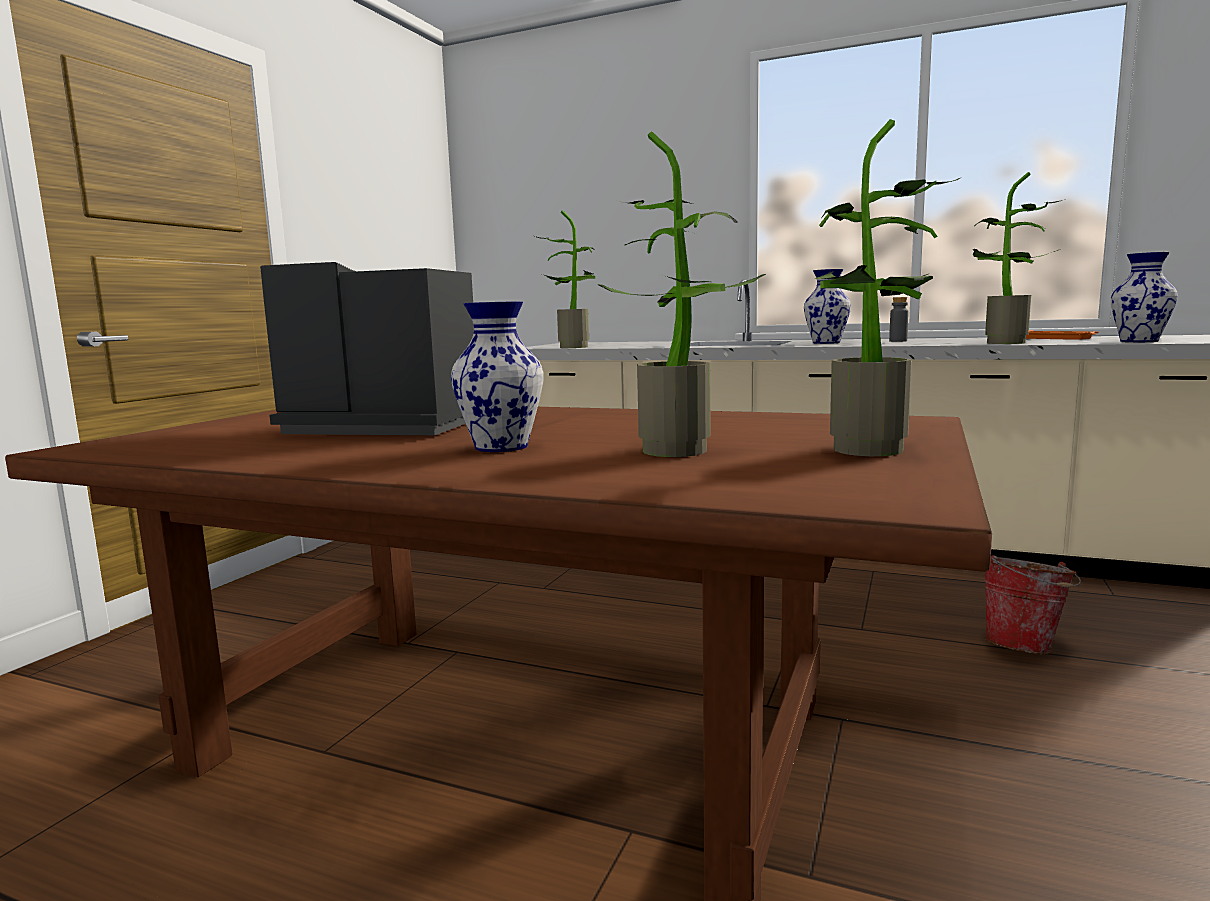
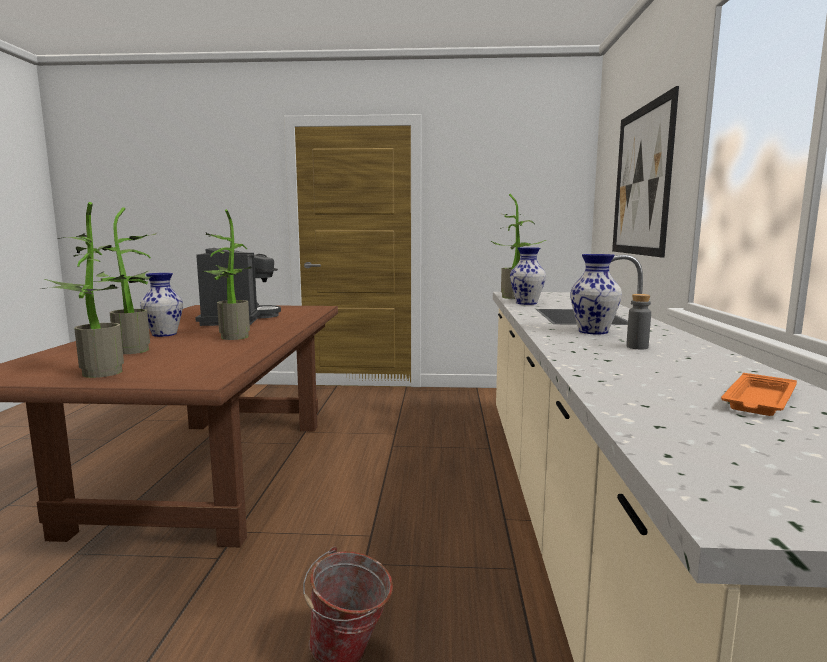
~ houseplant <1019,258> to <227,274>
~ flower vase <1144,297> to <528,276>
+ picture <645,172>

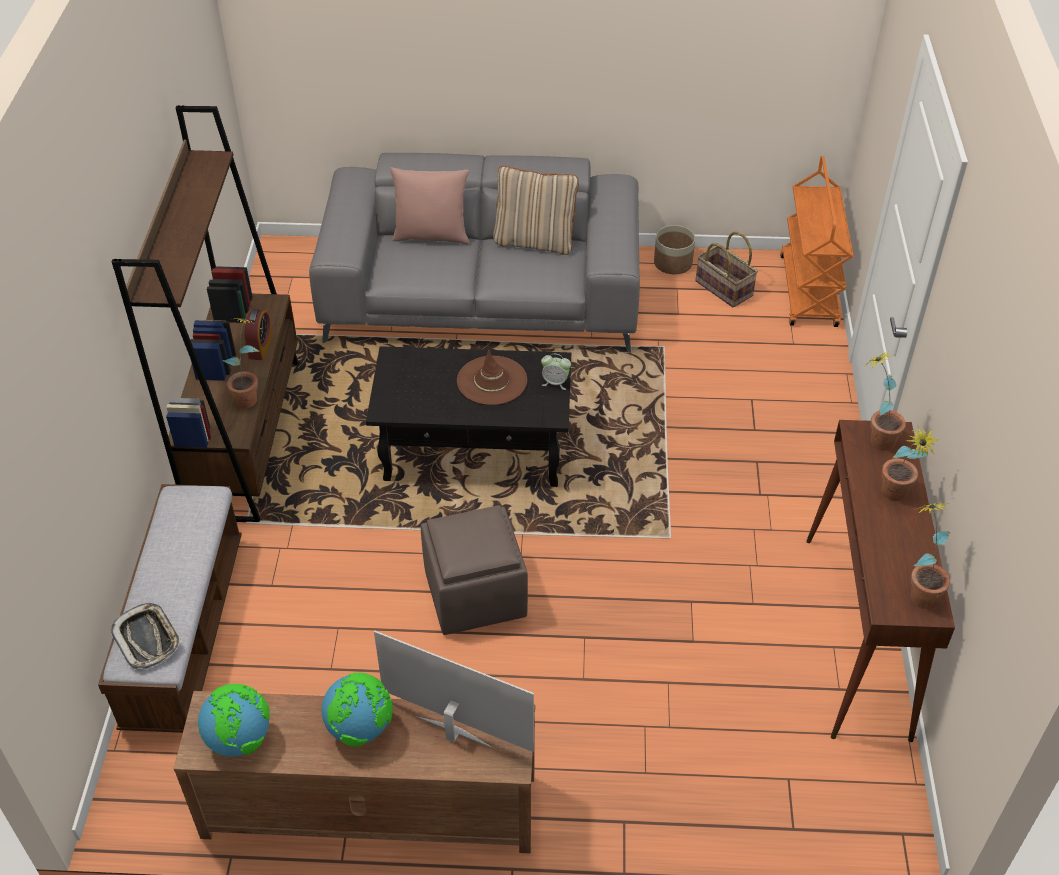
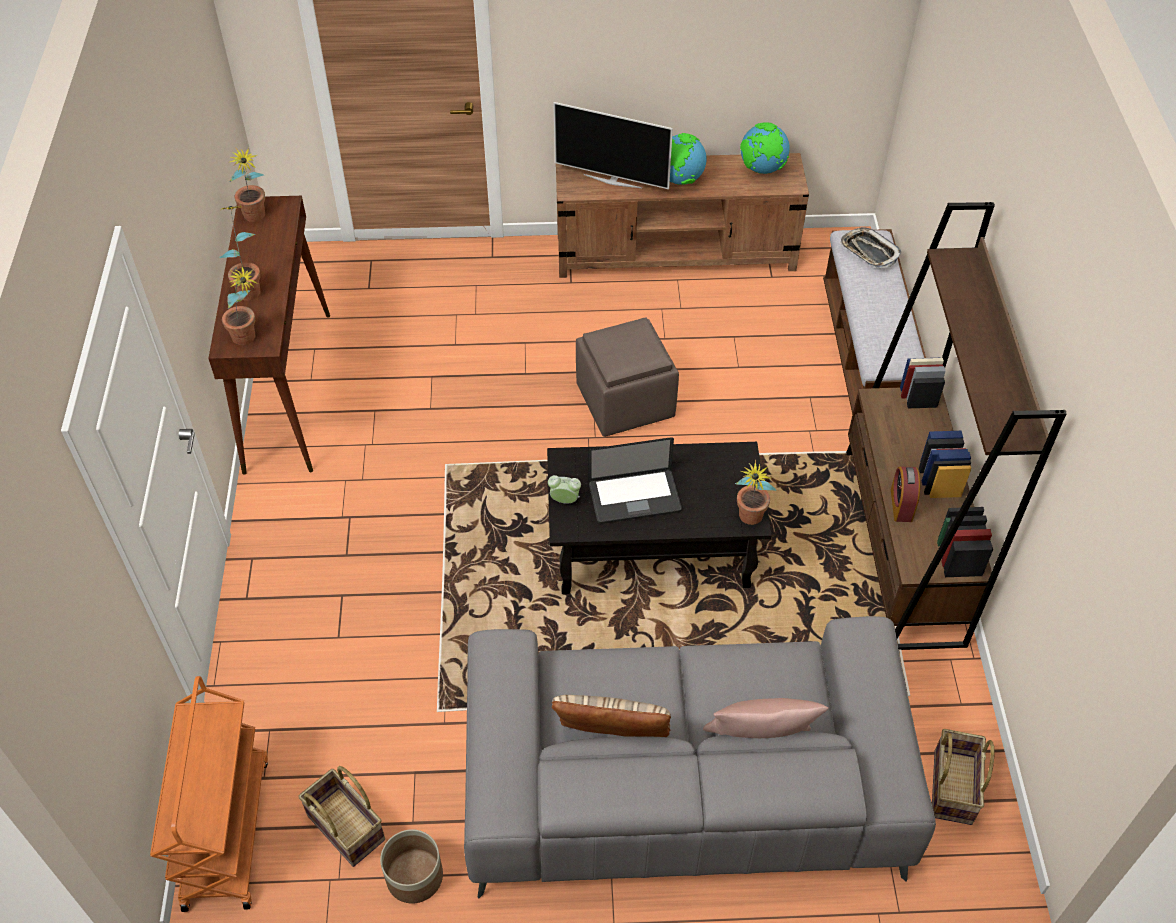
~ hat (brown) <492,377> to notebook computer <635,480>
~ houseplant <241,363> to <755,492>
+ basket <963,777>

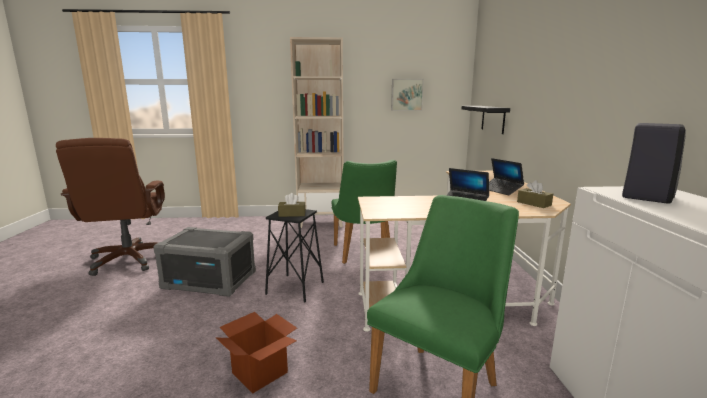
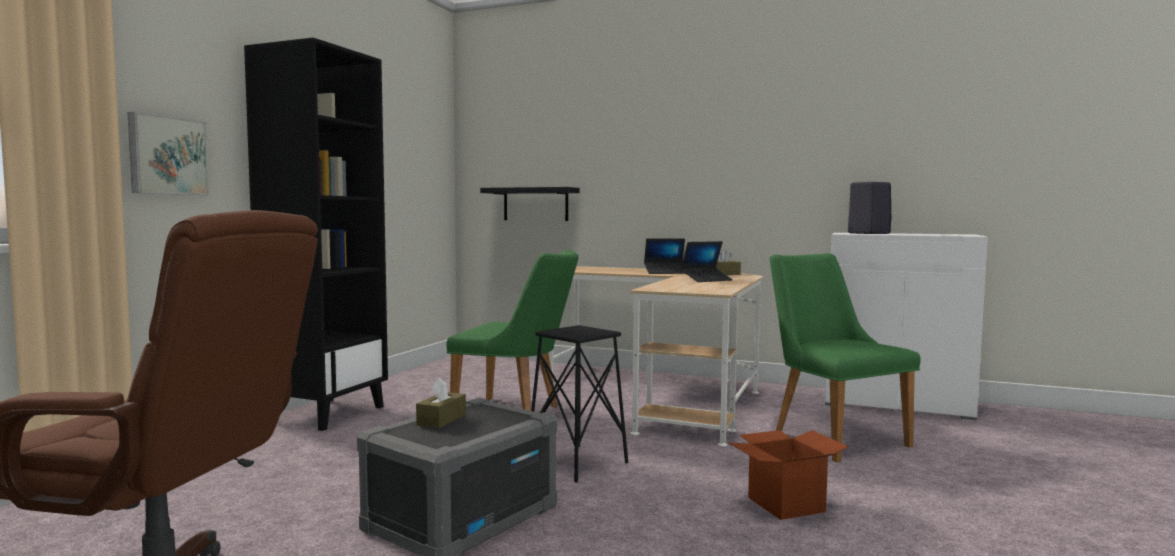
~ picture <407,95> to <168,153>
~ shelving unit (beige) <317,132> to shelving unit (black) <316,234>
~ tissue box (brown) <292,205> to <441,403>

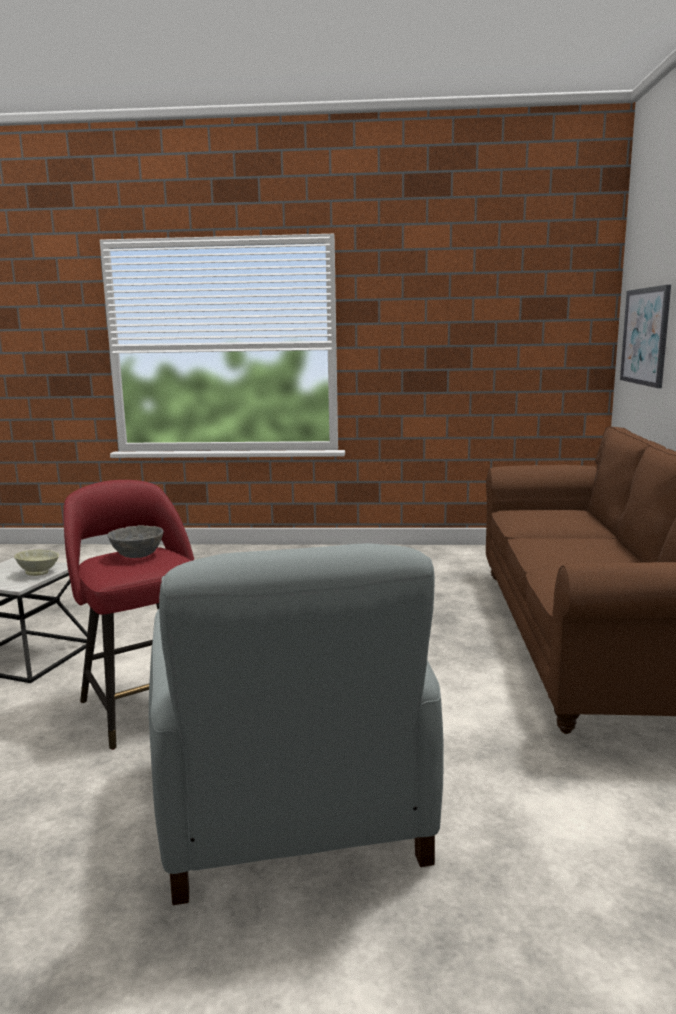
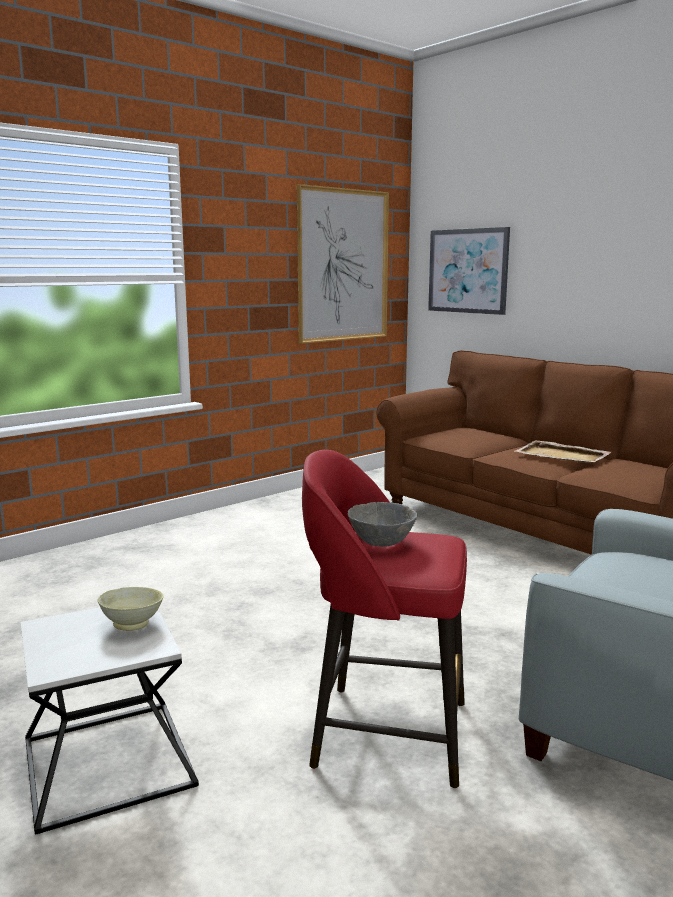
+ picture <343,264>
+ tray (beige) <563,451>

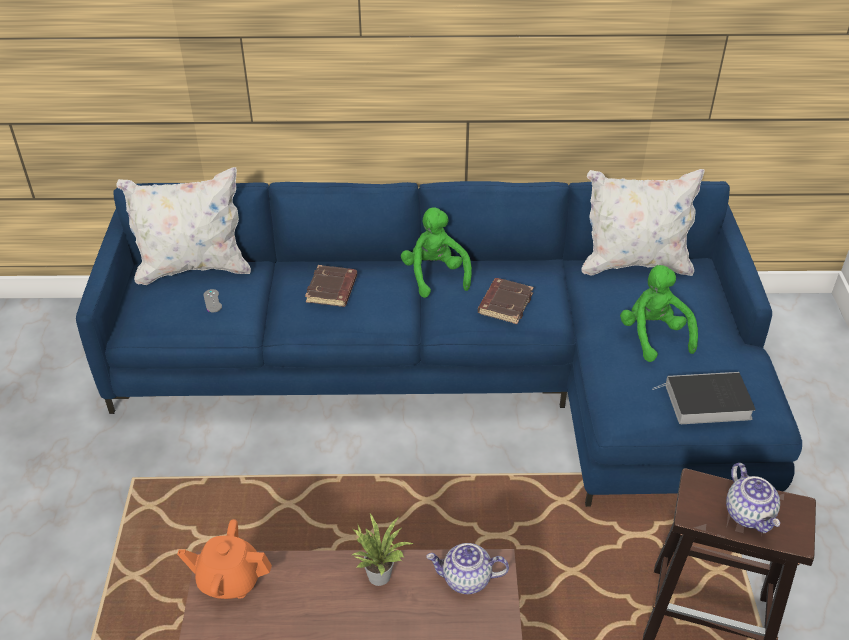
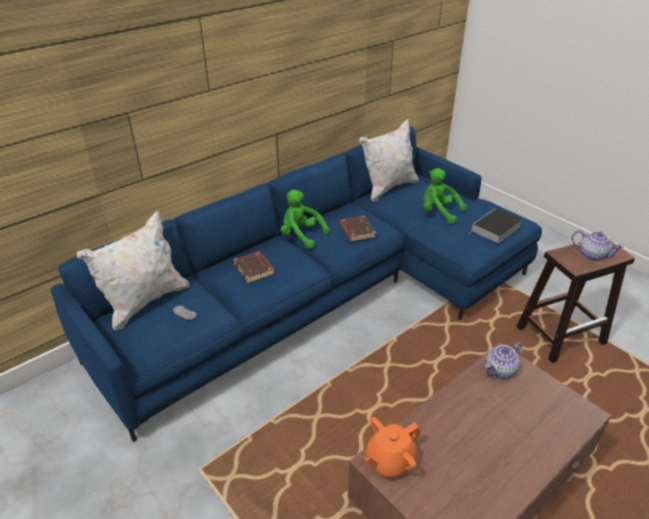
- houseplant <383,550>

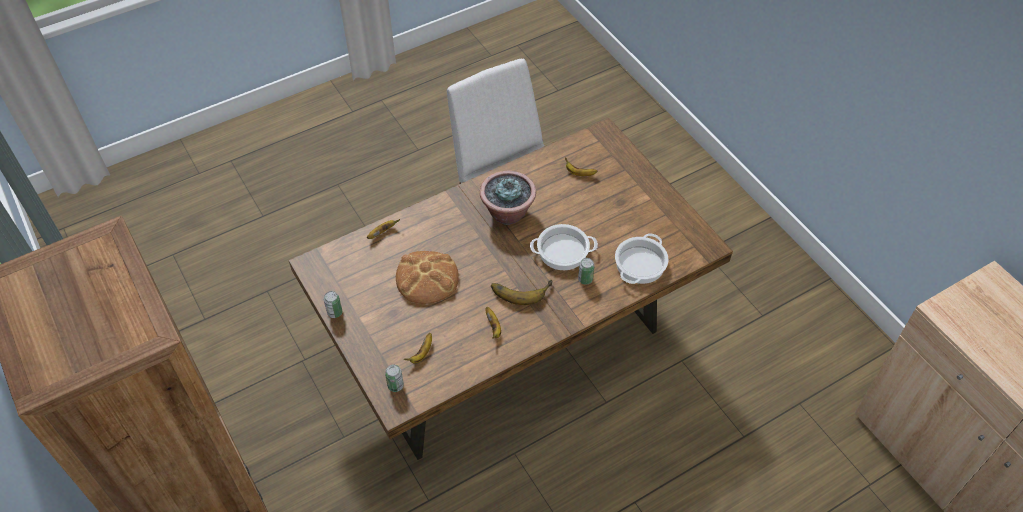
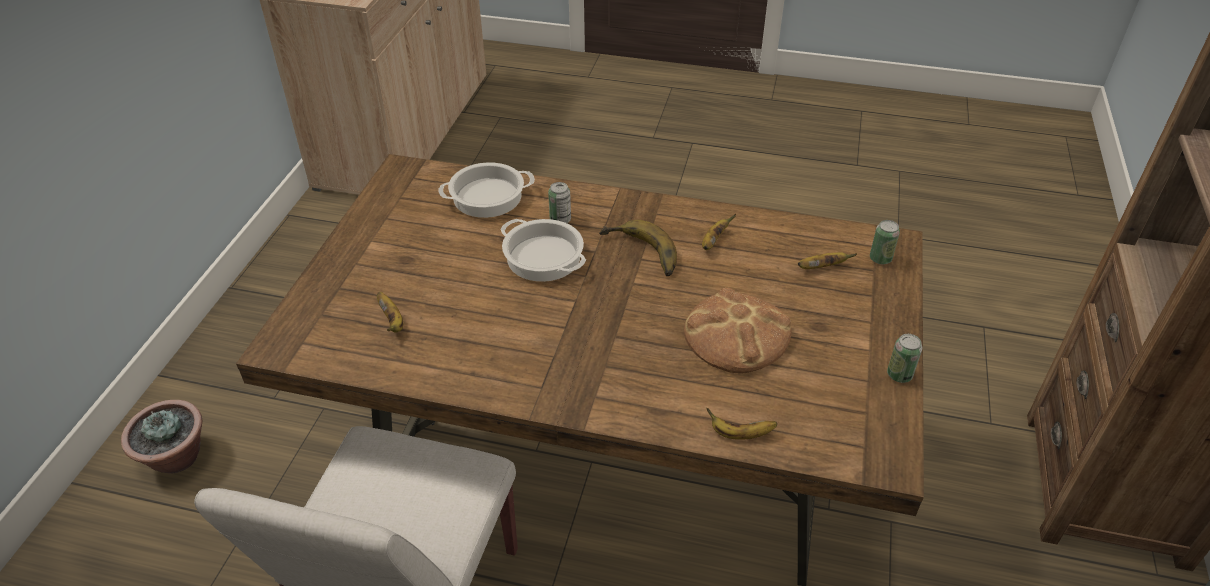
~ houseplant <508,198> to <161,436>

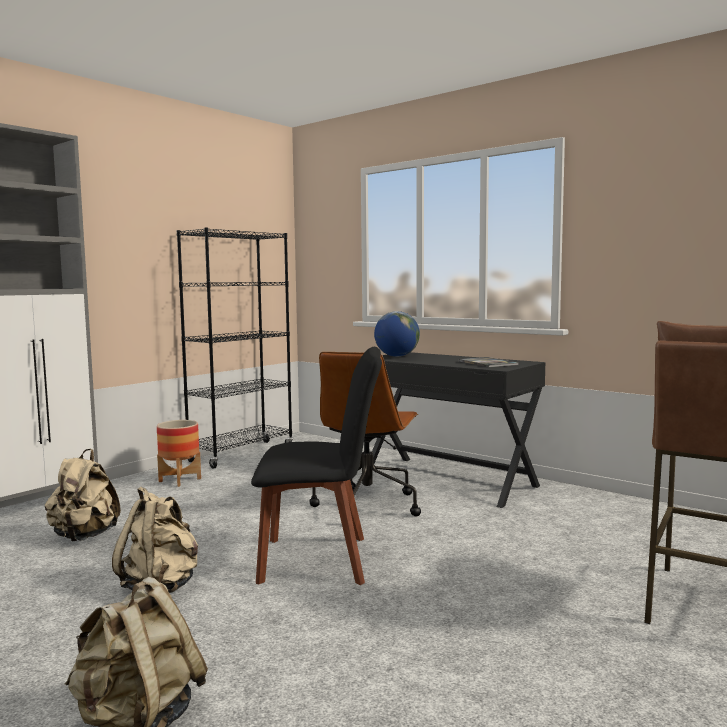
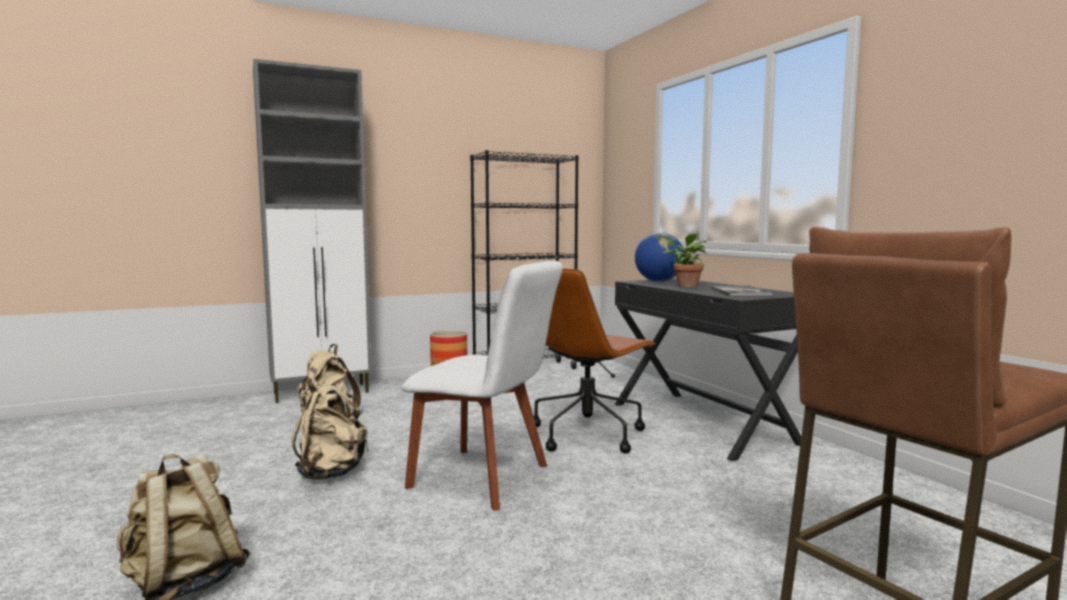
~ plain chair (black) <316,466> to plain chair (white) <482,386>
+ houseplant <685,260>

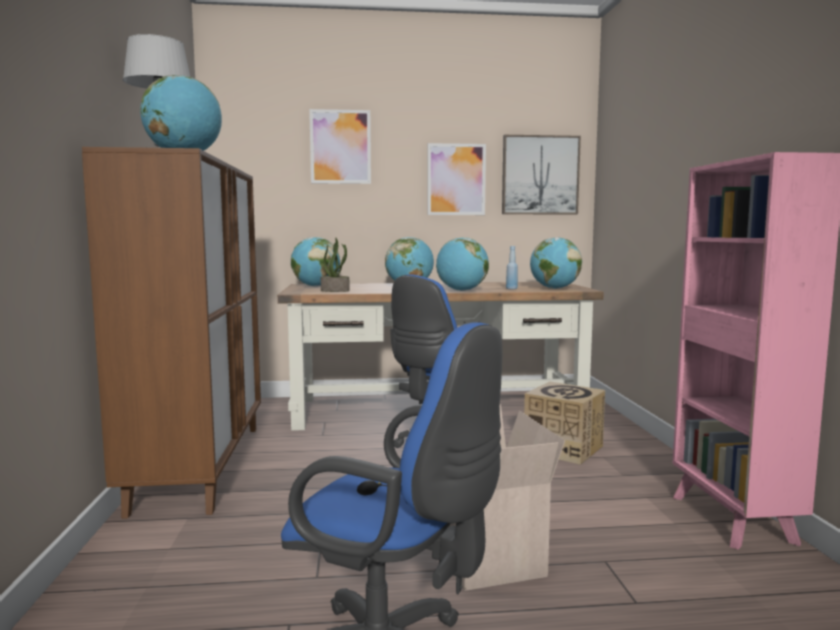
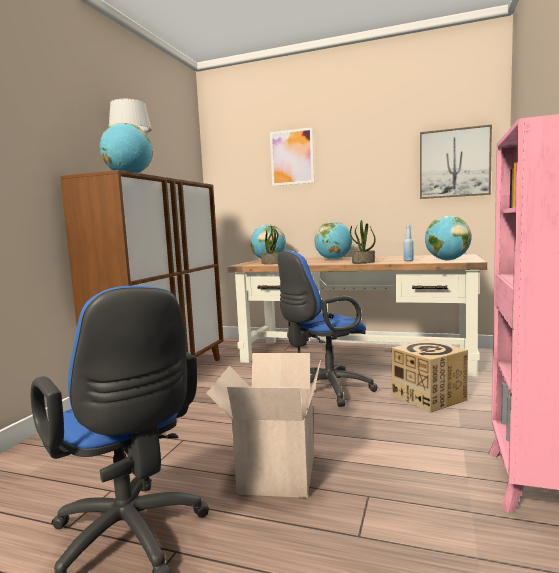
~ desk globe <462,264> to houseplant <363,241>
- picture <456,179>

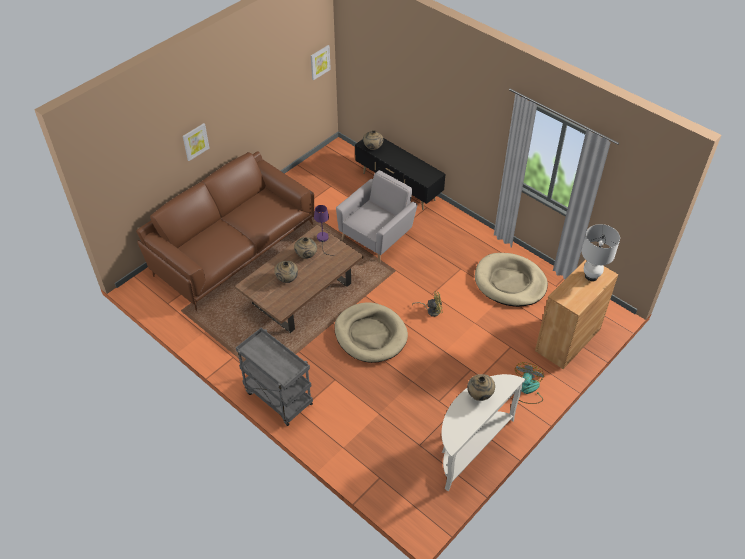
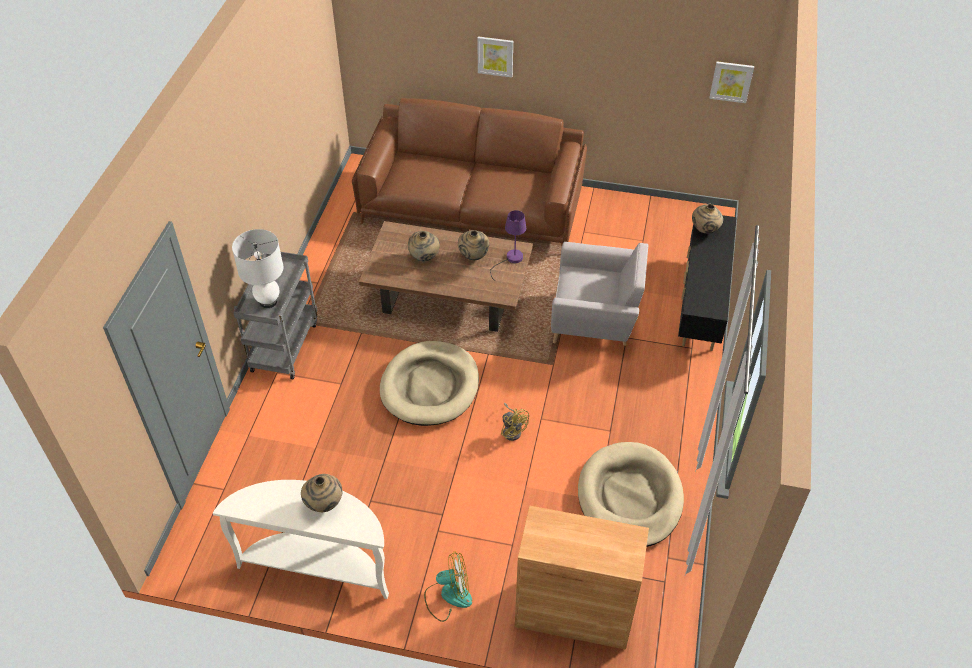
~ table lamp (white) <600,252> to <258,268>

